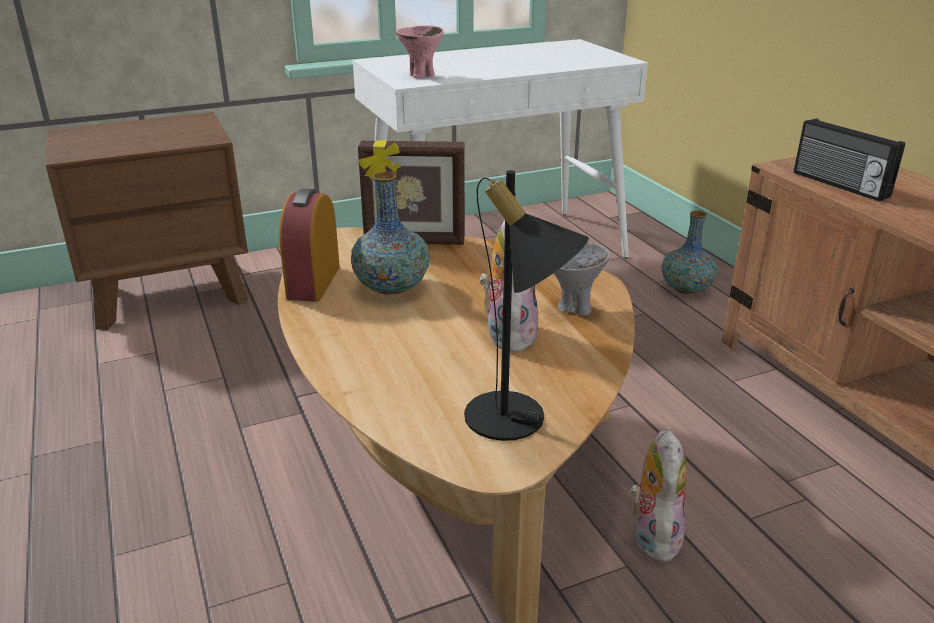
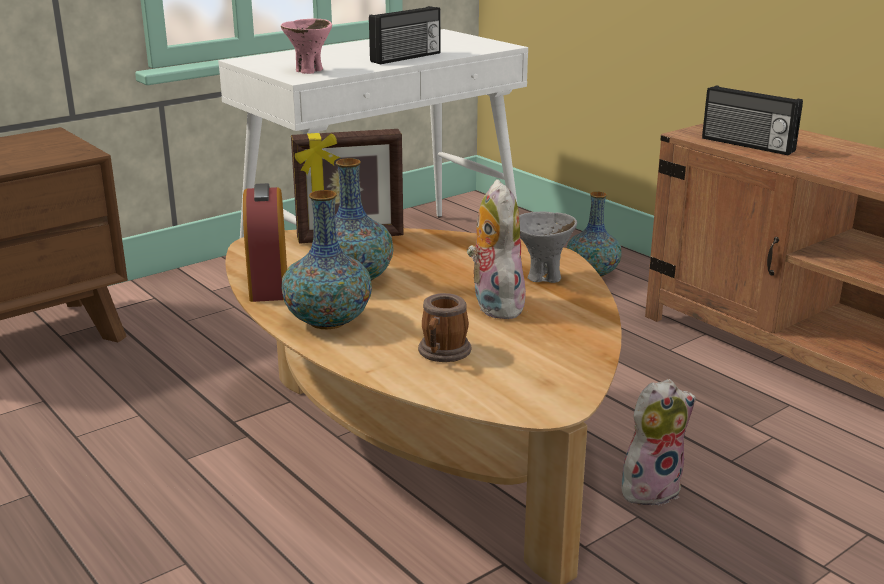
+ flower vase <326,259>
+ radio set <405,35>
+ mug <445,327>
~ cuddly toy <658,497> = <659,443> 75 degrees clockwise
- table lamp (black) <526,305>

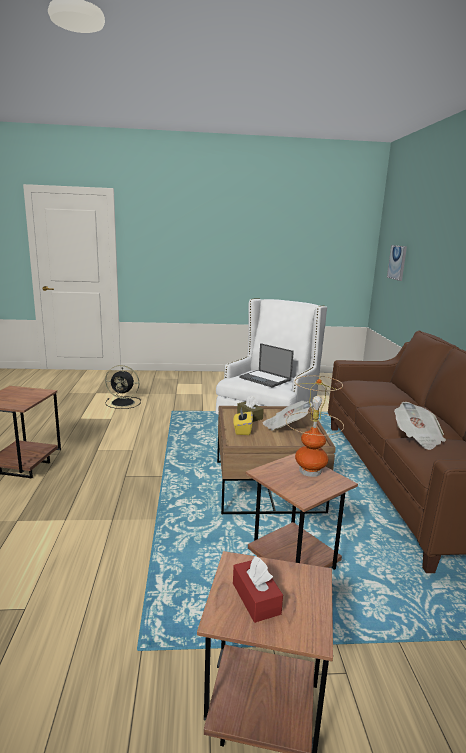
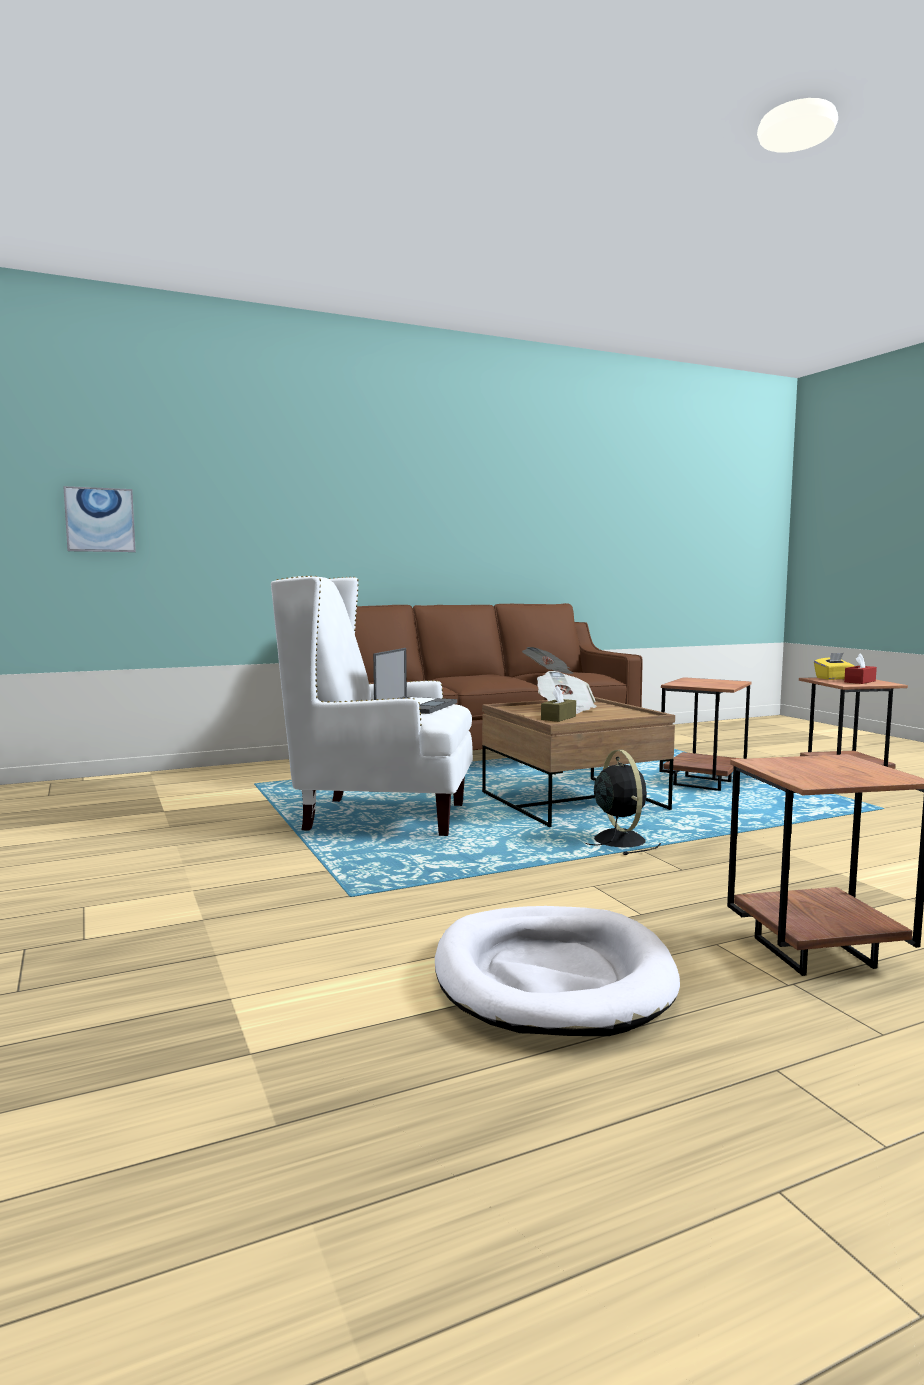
+ dog bed (white) <557,971>
~ electric fan (black) <123,387> to <623,802>
~ tissue box (yellowish) <243,421> to <834,666>
- table lamp <315,426>

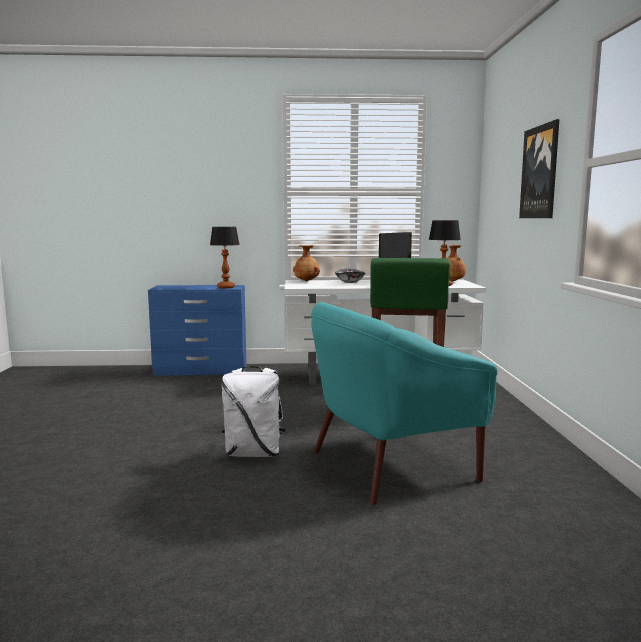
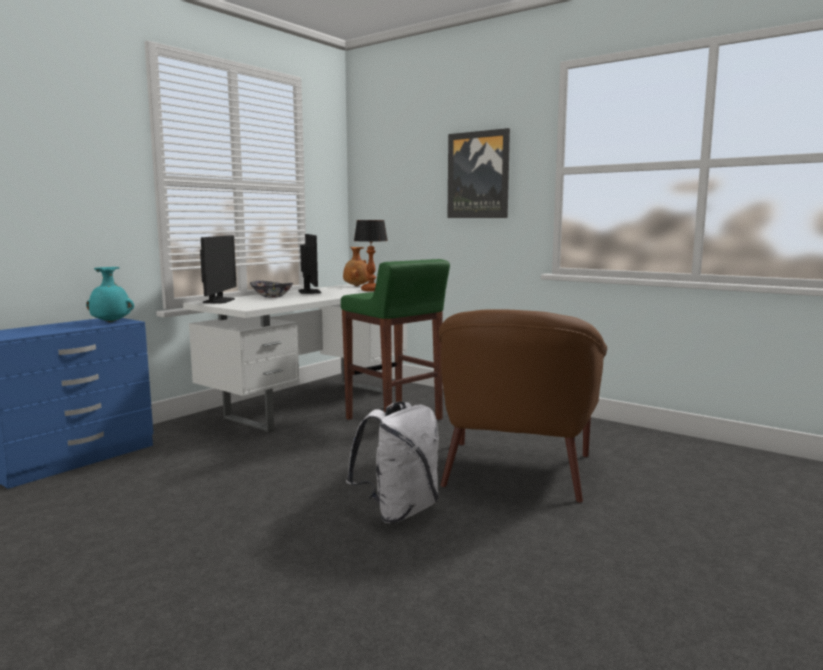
~ table lamp <225,258> to flower vase (turquoise-coloured) <110,294>
~ flower vase (brown) <306,263> to computer screen <218,269>
~ easy chair (turquoise-coloured) <404,403> to easy chair (brown) <522,406>

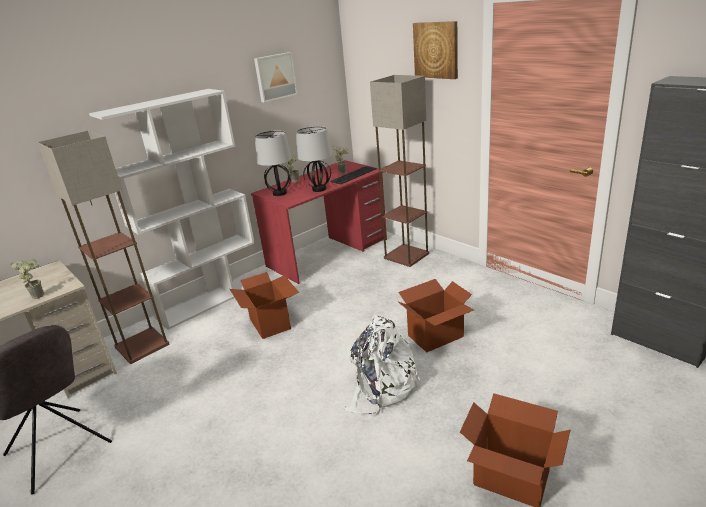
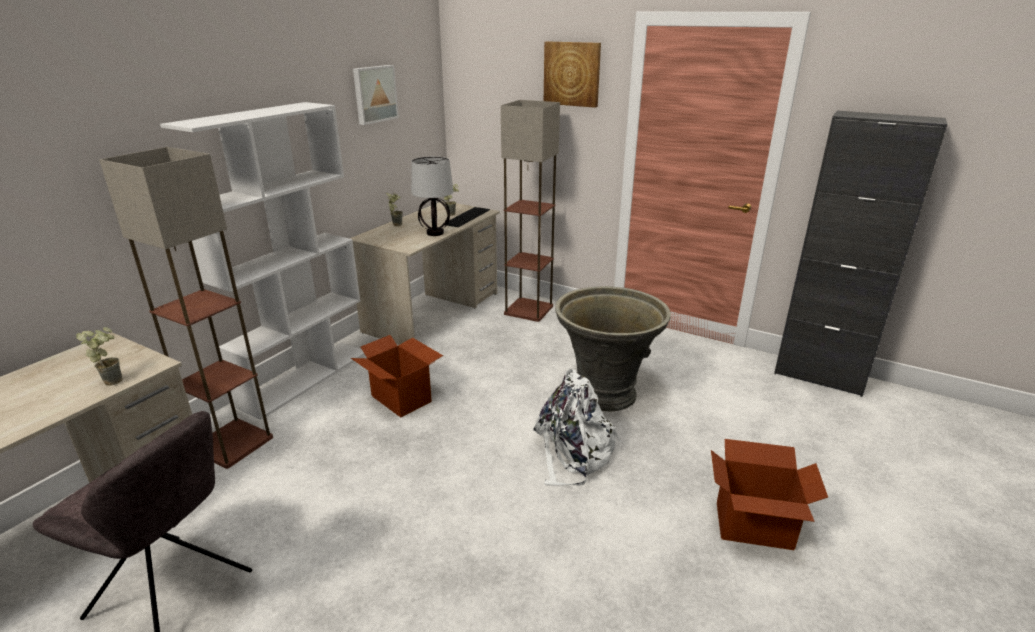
~ desk table (red-coloured) <319,222> to desk table (beige) <424,273>
~ cardboard box <436,316> to flower pot (gray) <613,348>
- table lamp <273,163>

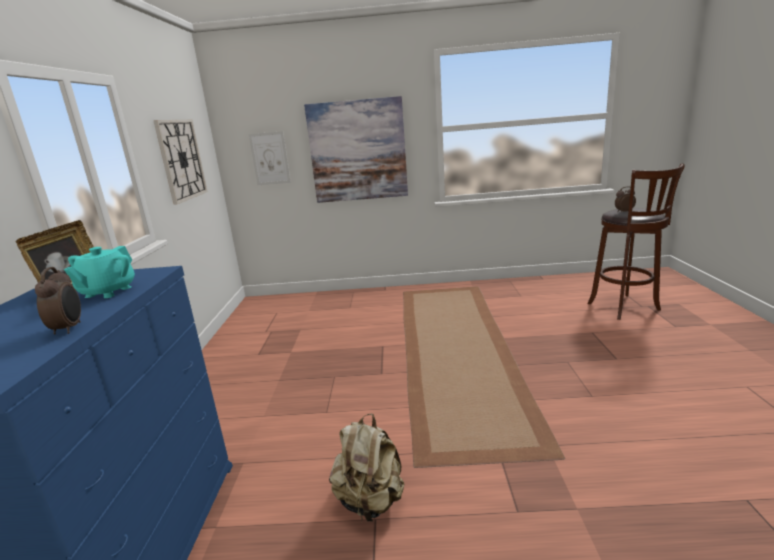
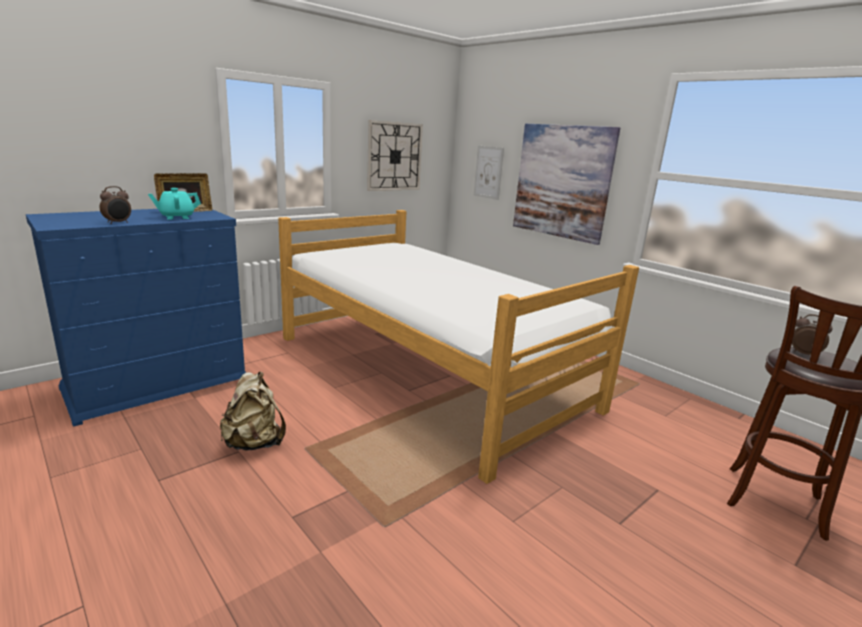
+ bed <458,347>

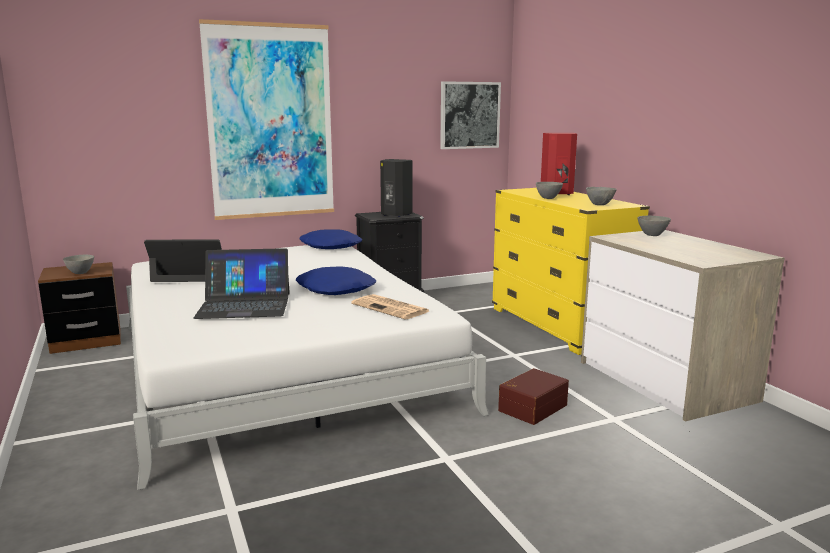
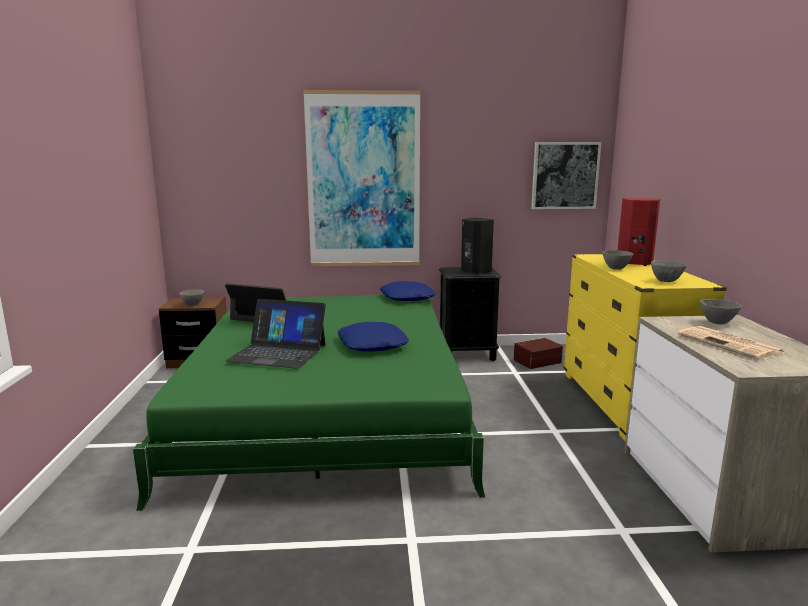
~ bed (white) <307,367> to bed (greenish) <309,402>
~ storage container (brown) <533,396> to <538,353>
~ daily paper <390,306> to <731,343>

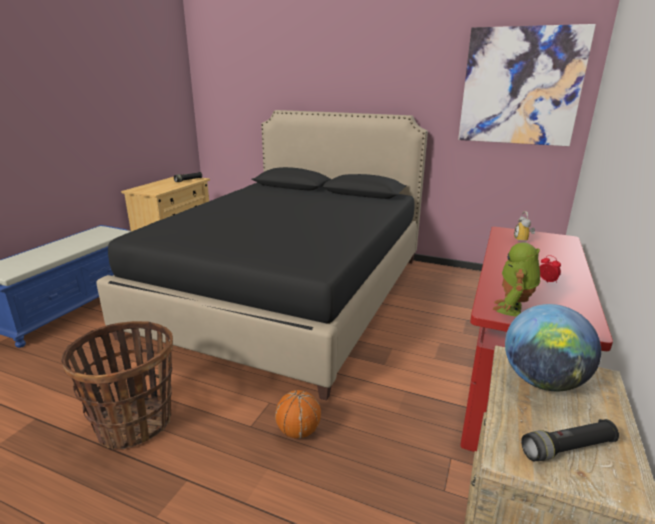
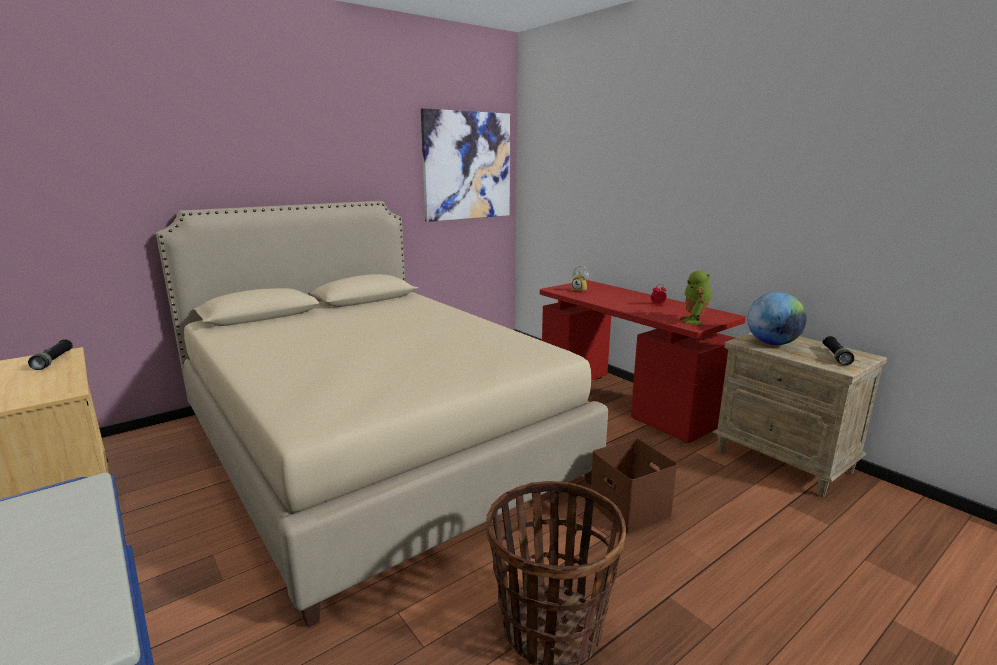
~ bed (black) <262,255> to bed (beige) <382,414>
~ ball for basketball <298,414> to storage container (brown) <634,486>
~ model robot <516,279> = <695,298> 45 degrees clockwise

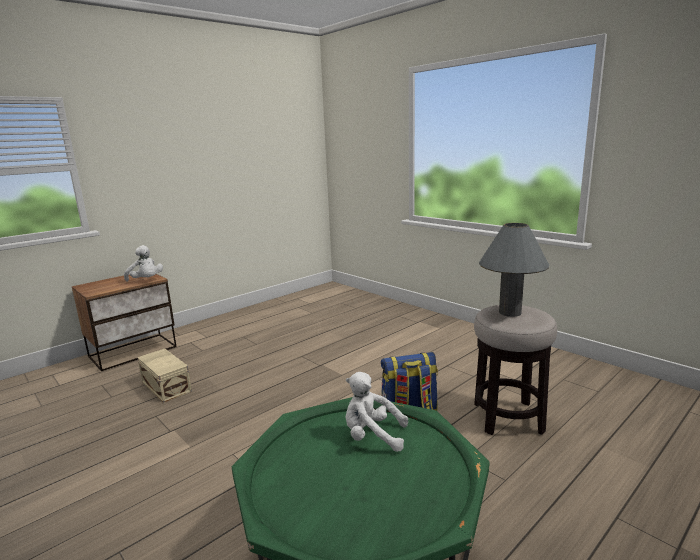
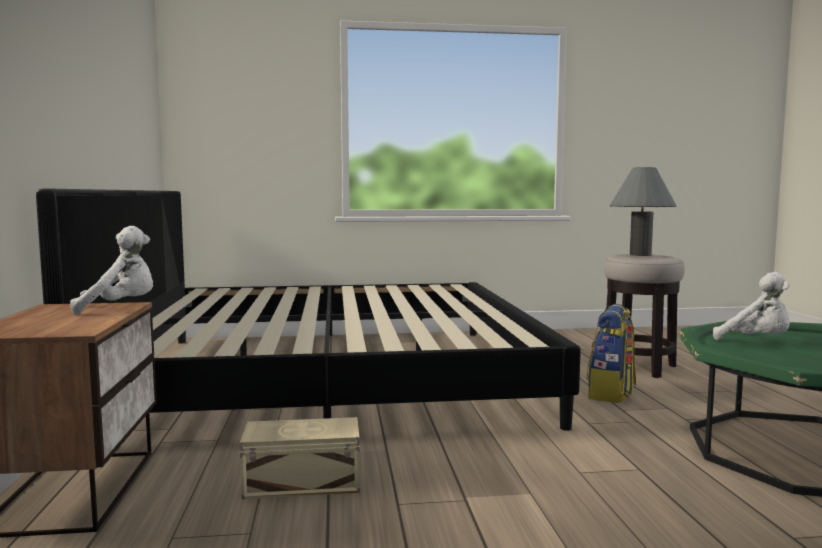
+ bed <308,309>
~ cuddly toy (white) <377,412> = <751,306> 90 degrees counterclockwise

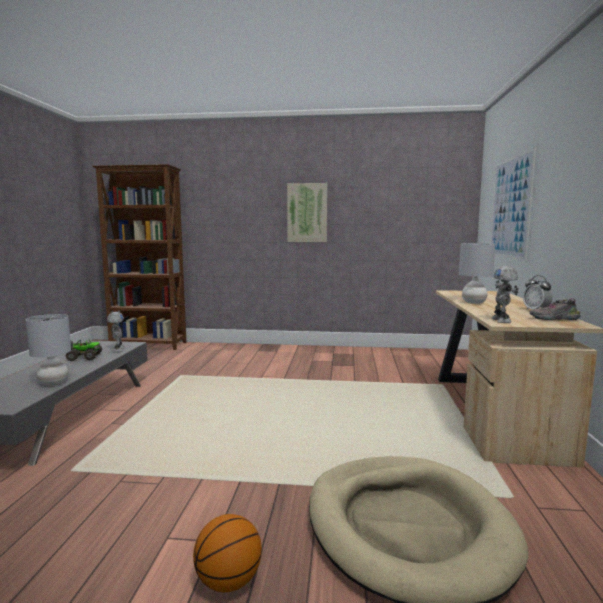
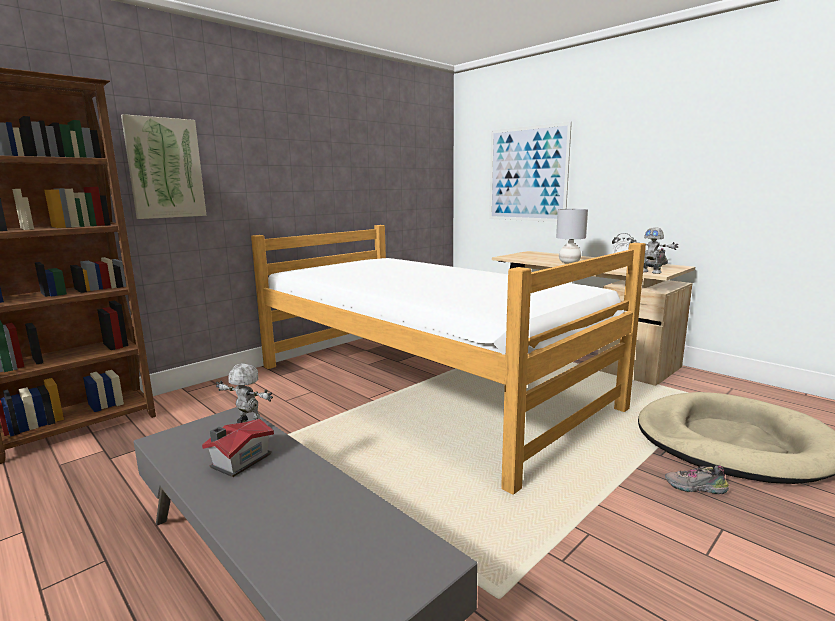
~ picture <307,212> to <163,166>
~ toy truck <83,350> to model house <238,448>
+ bed <448,360>
+ item of footwear <697,479>
- table lamp (gray) <48,349>
- ball for basketball <227,553>

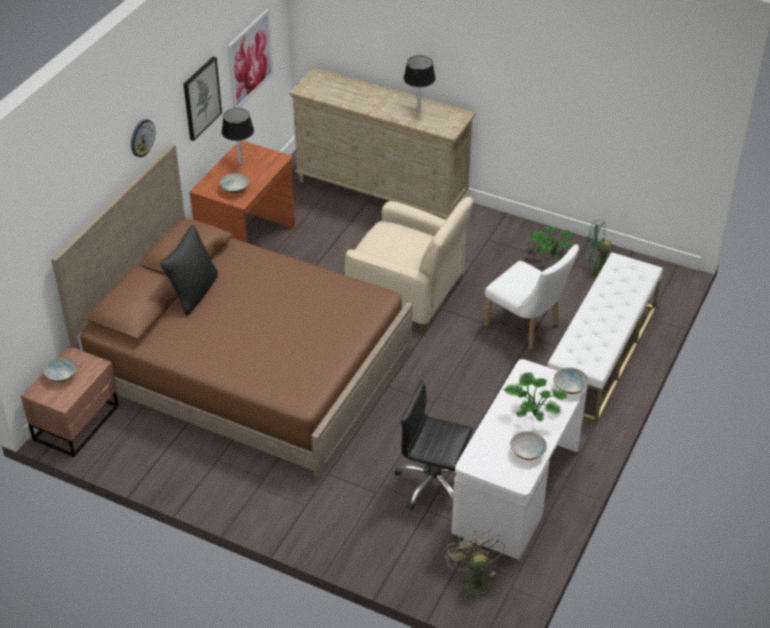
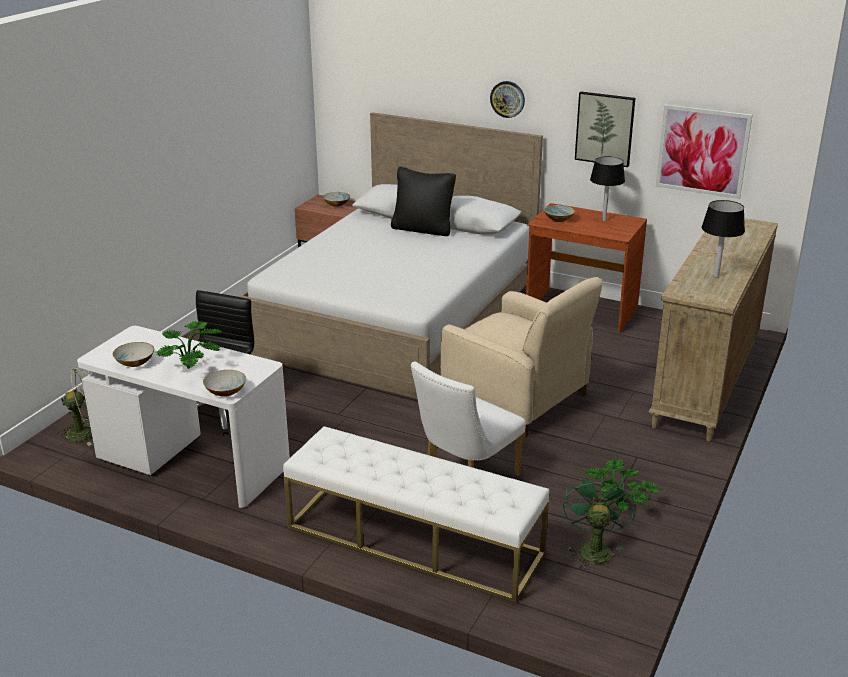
~ bed (brown) <232,311> to bed (white) <391,255>
~ easy chair (beige) <409,265> = <522,357> 75 degrees counterclockwise

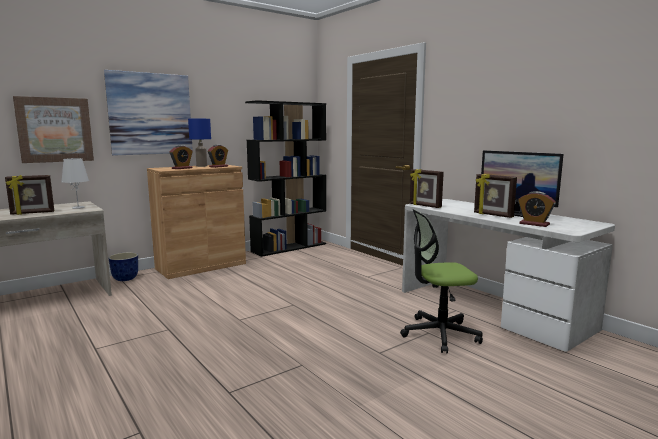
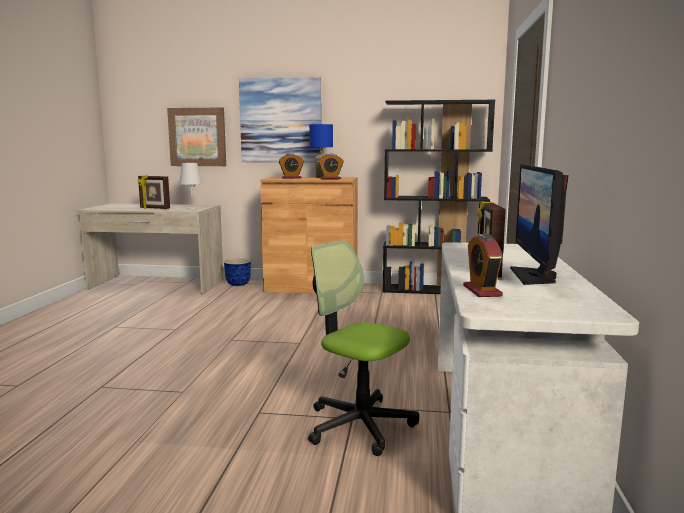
- standing frame <427,188>

